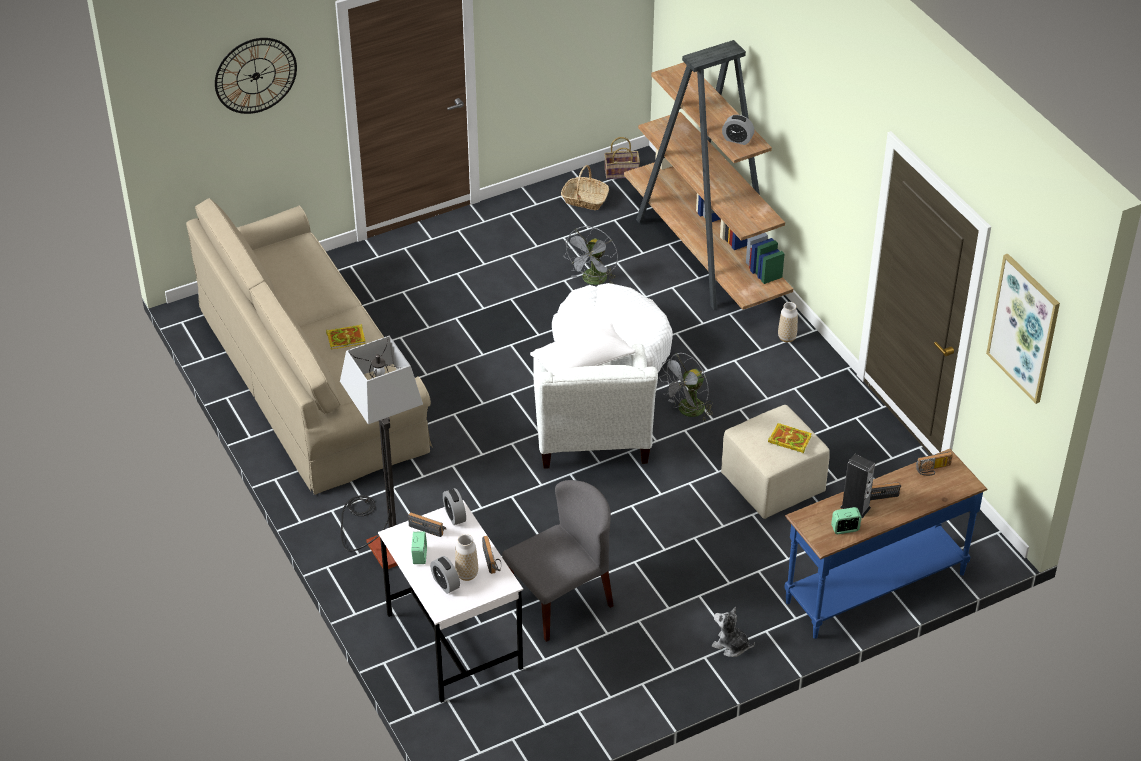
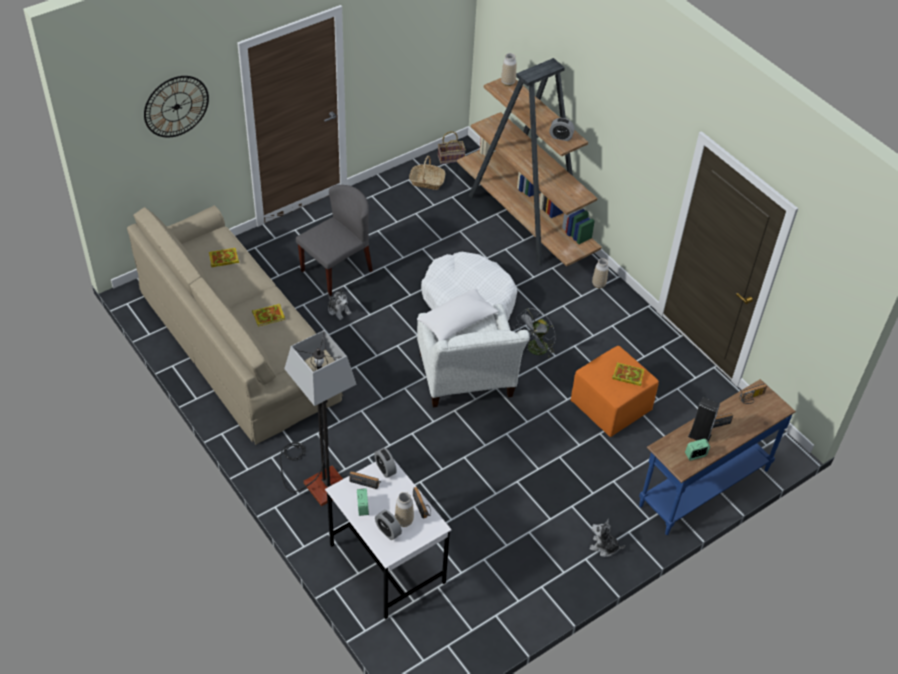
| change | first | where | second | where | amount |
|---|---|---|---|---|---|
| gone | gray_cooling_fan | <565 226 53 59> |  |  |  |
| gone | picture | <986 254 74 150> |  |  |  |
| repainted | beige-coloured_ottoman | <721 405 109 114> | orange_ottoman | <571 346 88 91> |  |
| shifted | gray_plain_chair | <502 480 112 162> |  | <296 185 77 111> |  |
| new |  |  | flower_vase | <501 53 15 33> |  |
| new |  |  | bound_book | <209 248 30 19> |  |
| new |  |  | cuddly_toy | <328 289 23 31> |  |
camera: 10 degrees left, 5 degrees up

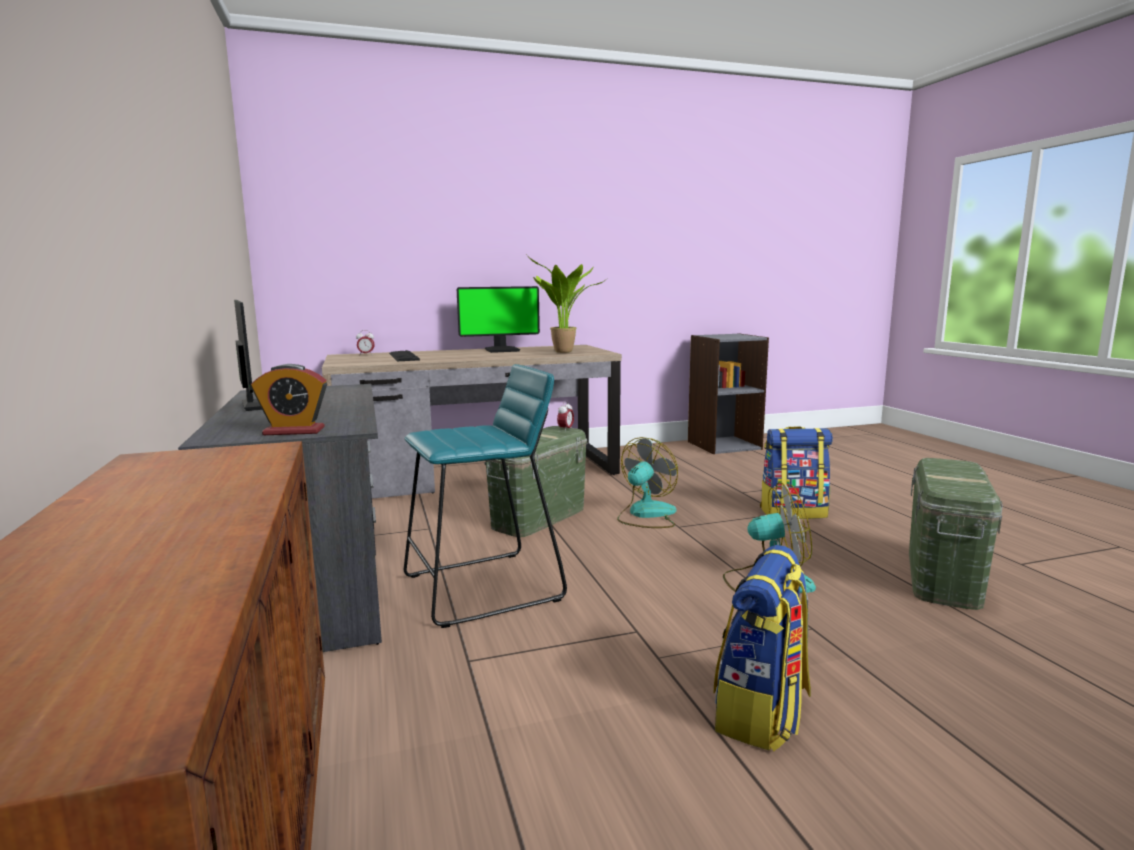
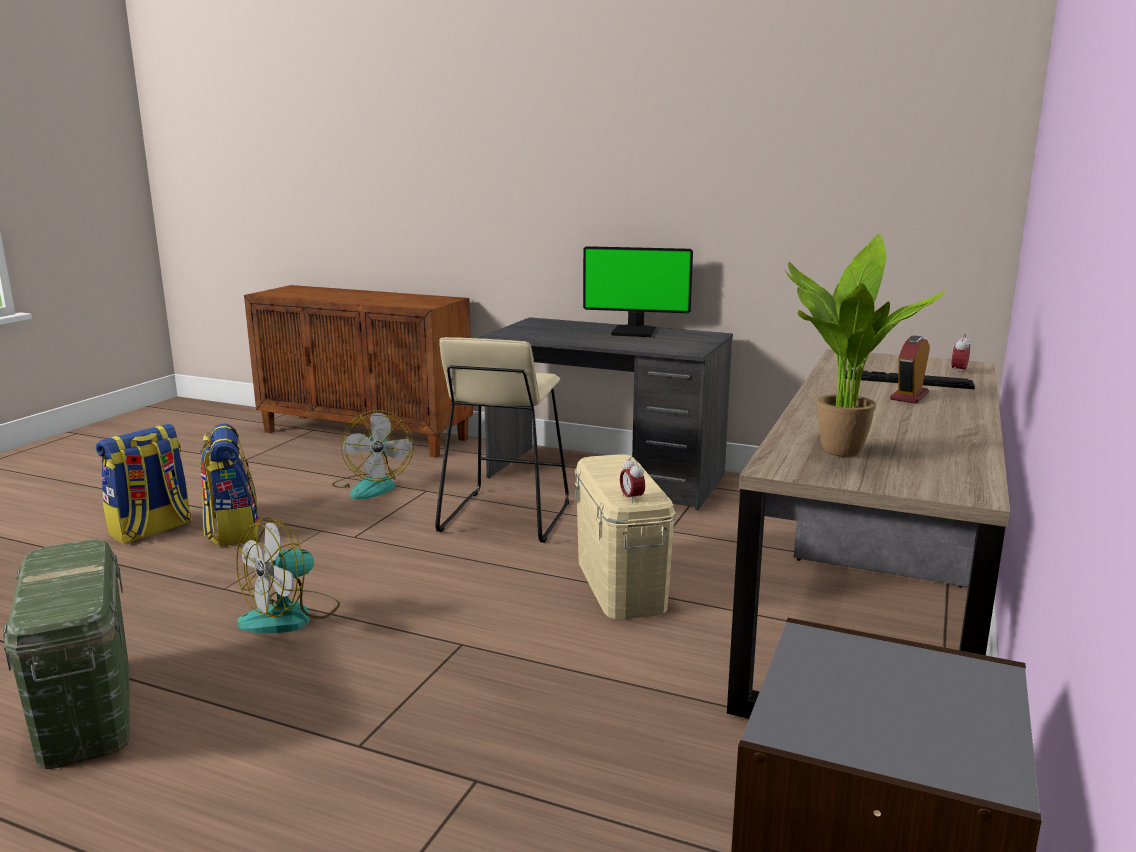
| change | first | where | second | where | amount |
|---|---|---|---|---|---|
| gone | computer_screen | <457 286 83 67> |  |  |  |
| shifted | alarm_clock | <251 364 76 71> |  | <890 335 40 68> |  |
| repainted | turquoise_sitting_stool | <404 364 163 264> | beige-coloured_sitting_stool | <435 337 134 206> |  |
| repainted | green_storage_container | <484 426 103 111> | beige-coloured_storage_container | <575 455 101 164> |  |
| shifted | backpack | <760 426 73 93> |  | <96 424 96 120> |  |
| shifted | cooling_fan | <617 437 61 91> |  | <332 410 82 89> |  |
camera: 130 degrees right, 5 degrees up

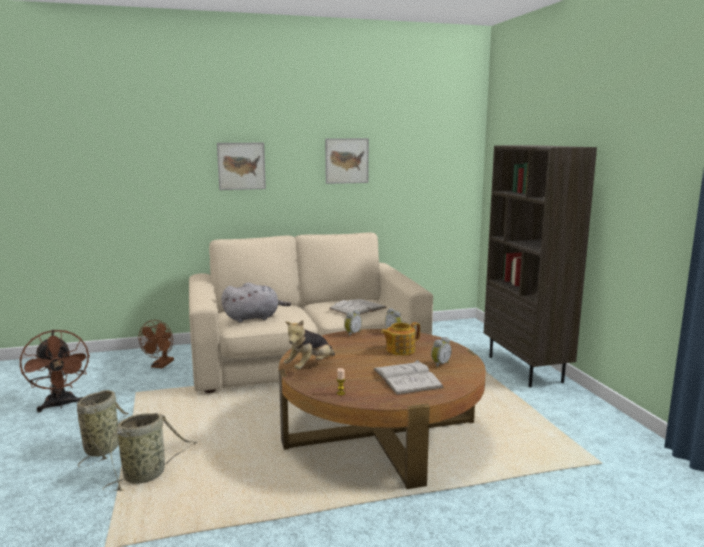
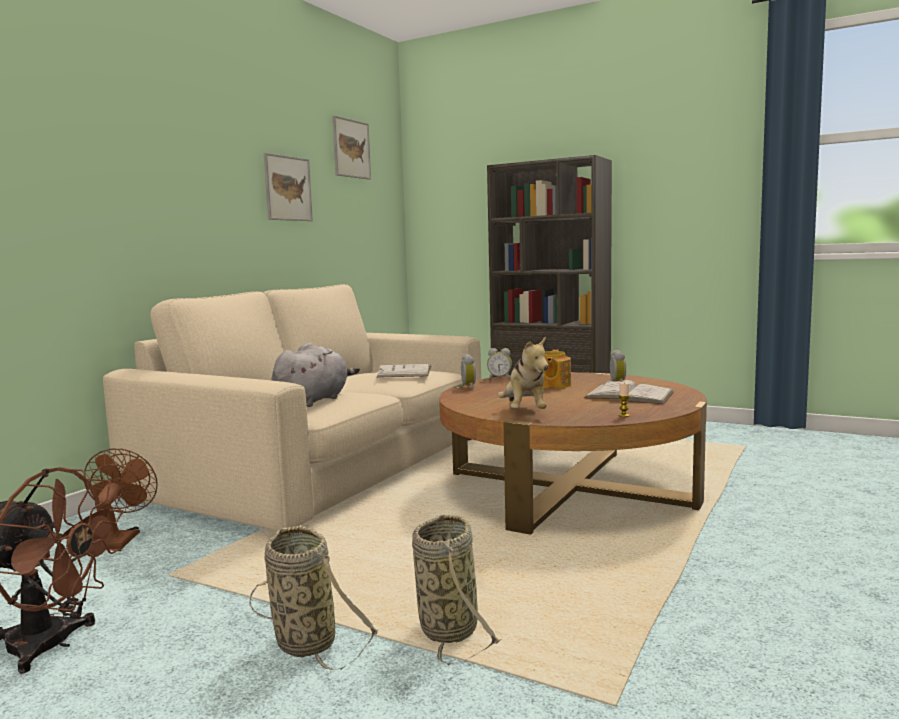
| change | first | where | second | where | amount |
|---|---|---|---|---|---|
| shifted | picture | <217 143 49 47> |  | <332 115 39 65> |  |
| rotated | brown_cooling_fan | <138 320 36 48> |  | <83 448 75 101> | 150 degrees counterclockwise |
camera: 45 degrees left, 5 degrees down

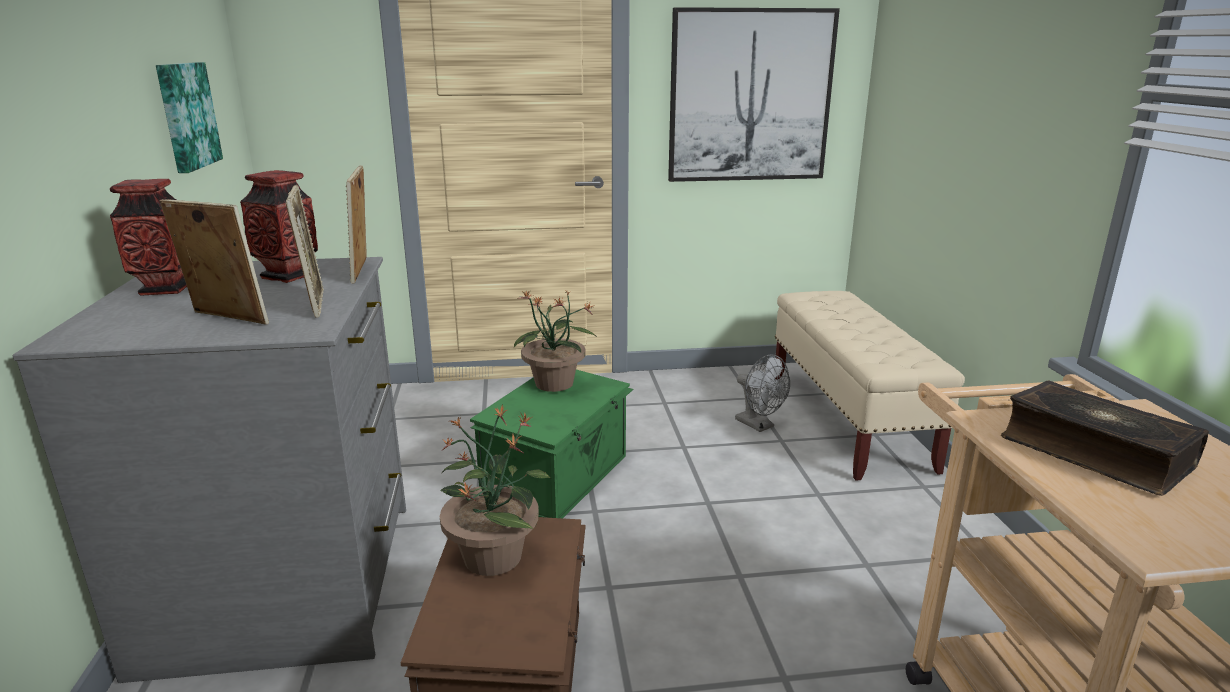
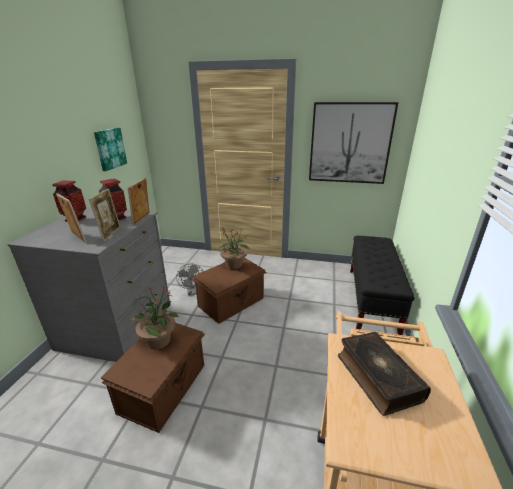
| change | first | where | second | where | amount |
|---|---|---|---|---|---|
| repainted | beige-coloured_indoor_bench | <775 291 190 190> | black_indoor_bench | <350 236 65 99> |  |
| shifted | gray_cooling_fan | <735 354 55 78> |  | <176 264 27 32> |  |
| repainted | green_storage_container | <470 370 164 148> | brown_storage_container | <193 257 74 67> |  |
camera: 20 degrees right, 5 degrees up

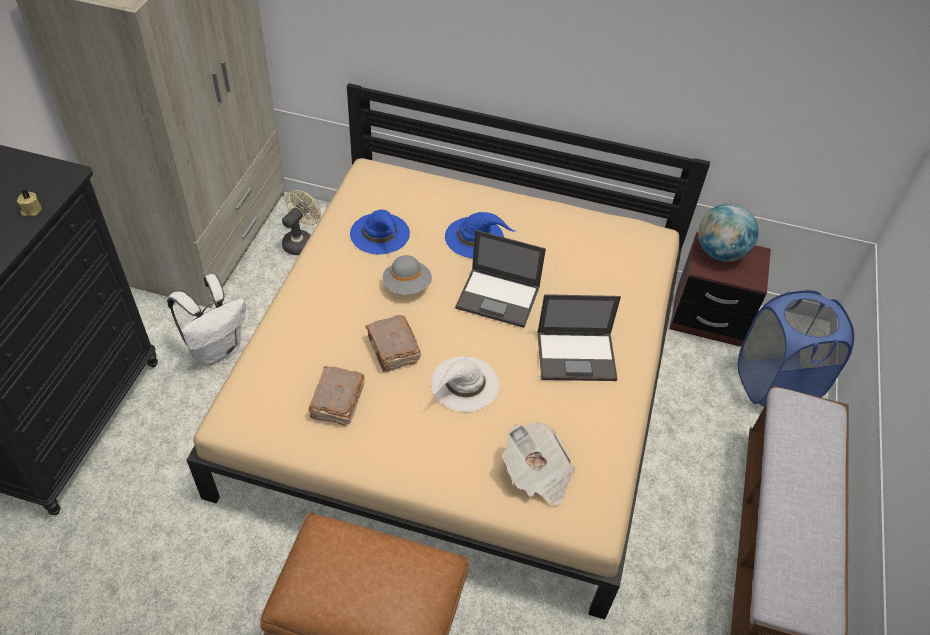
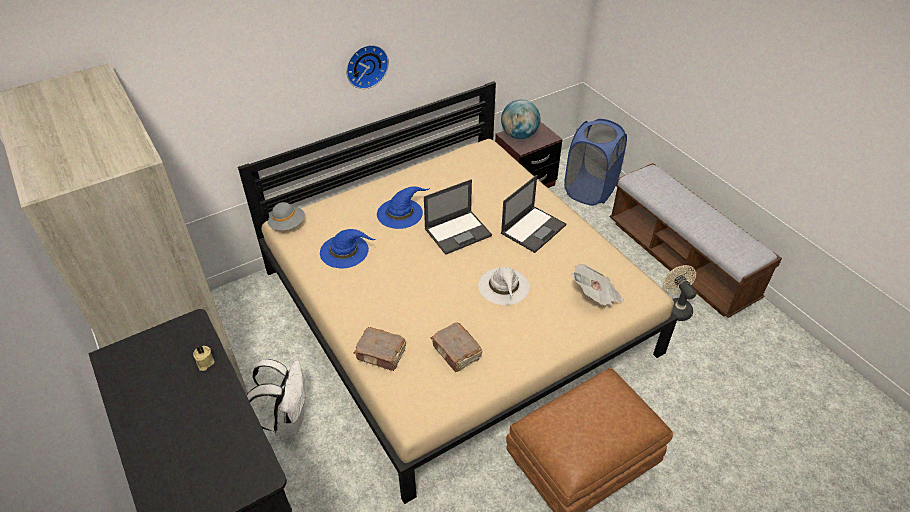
| change | first | where | second | where | amount |
|---|---|---|---|---|---|
| shifted | beige-coloured_cooling_fan | <282 190 39 65> |  | <663 265 34 56> |  |
| shifted | gray_hat | <383 255 49 40> |  | <268 202 37 28> |  |
| shifted | brown_bound_book | <366 315 55 57> |  | <354 327 52 44> |  |
| new |  |  | clock_on_the_wall | <346 45 43 44> |  |
camera: 45 degrees left, 5 degrees down

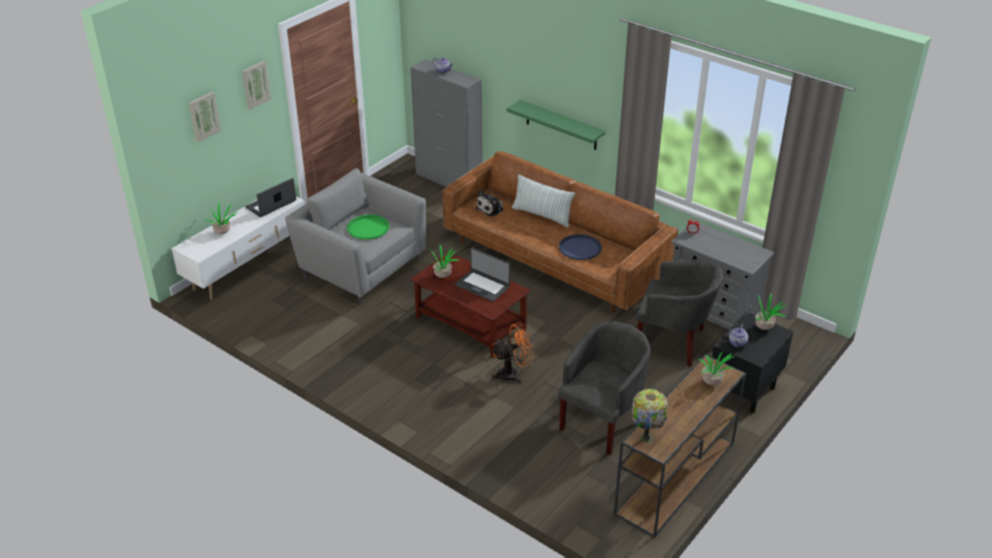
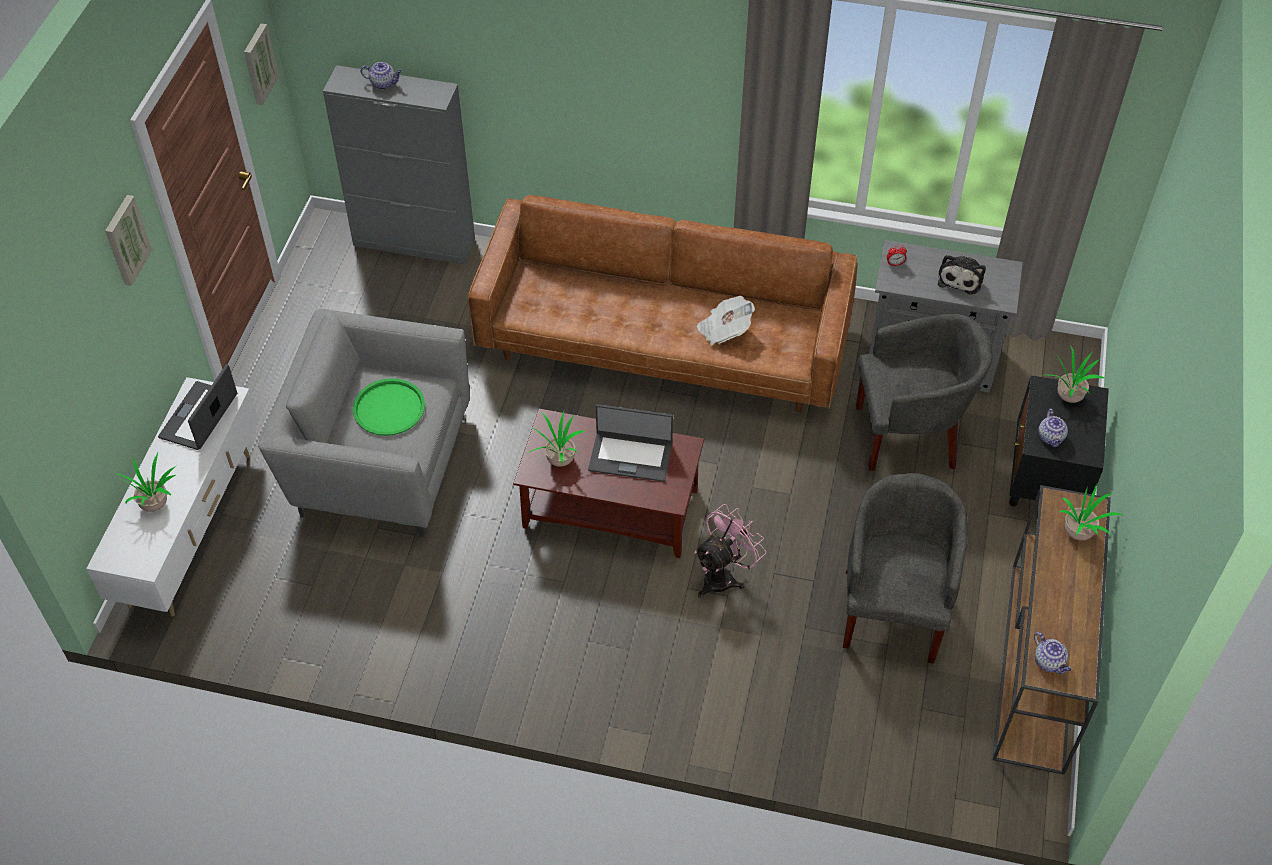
| change | first | where | second | where | amount |
|---|---|---|---|---|---|
| shifted | picture | <189 92 32 50> |  | <244 24 35 81> |  |
| gone | green_wall_shelf | <507 100 98 50> |  |  |  |
| gone | pillow | <512 175 63 53> |  |  |  |
| shifted | cuddly_toy | <476 190 27 26> |  | <938 255 48 40> |  |
| swapped | blue-coloured_carrying_tray | <559 234 43 26> | daily_paper | <697 296 58 49> |  |
| repainted | orange_cooling_fan | <491 323 43 60> | pink_cooling_fan | <694 504 72 94> |  |
| swapped | tabletop_lamp | <632 389 36 55> | teapot | <1034 632 37 42> |  |
camera: 25 degrees left, 15 degrees up

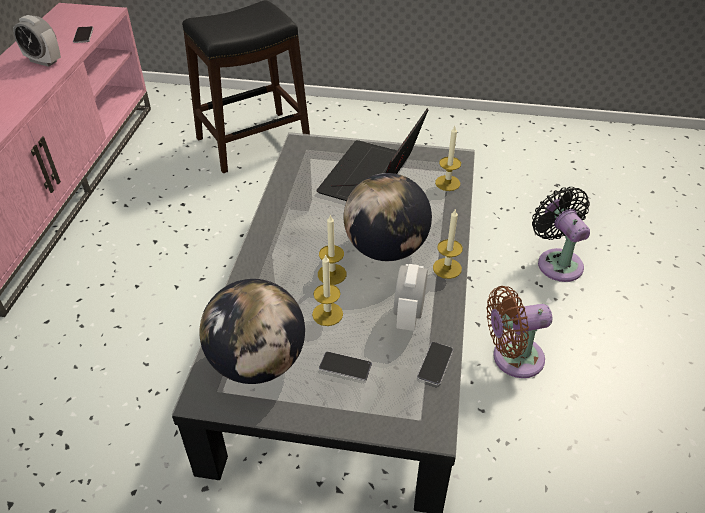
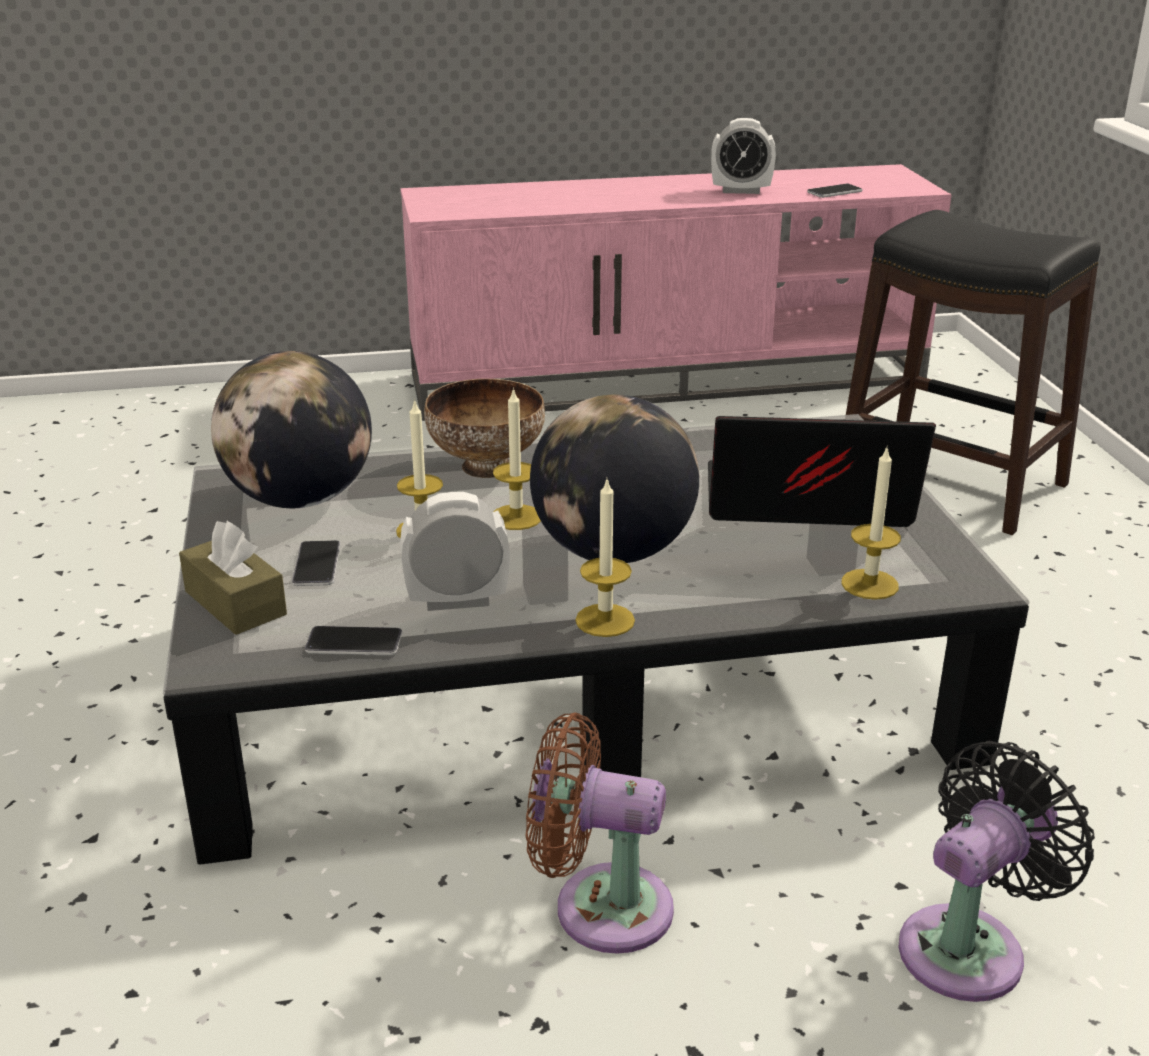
| change | first | where | second | where | amount |
|---|---|---|---|---|---|
| rotated | alarm_clock | <13 15 48 52> |  | <711 118 65 76> | 90 degrees counterclockwise |
| rotated | brown_cooling_fan | <487 286 65 92> |  | <526 712 148 242> | 45 degrees counterclockwise |
| new |  |  | deep_dish | <424 379 121 99> |  |
| new |  |  | brown_tissue_box | <179 521 108 114> |  |
camera: 70 degrees right, 15 degrees down

